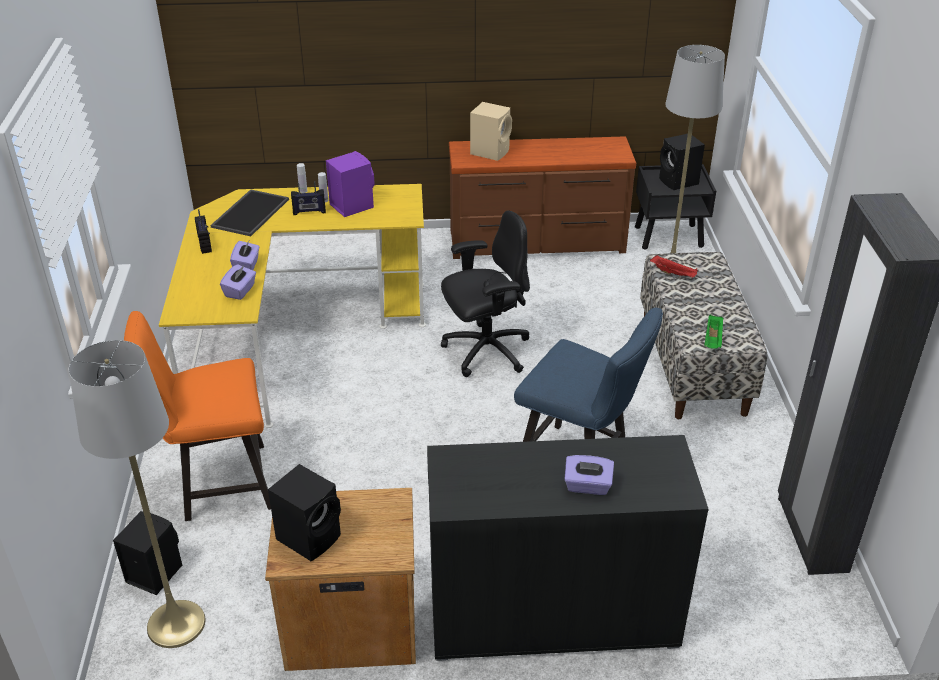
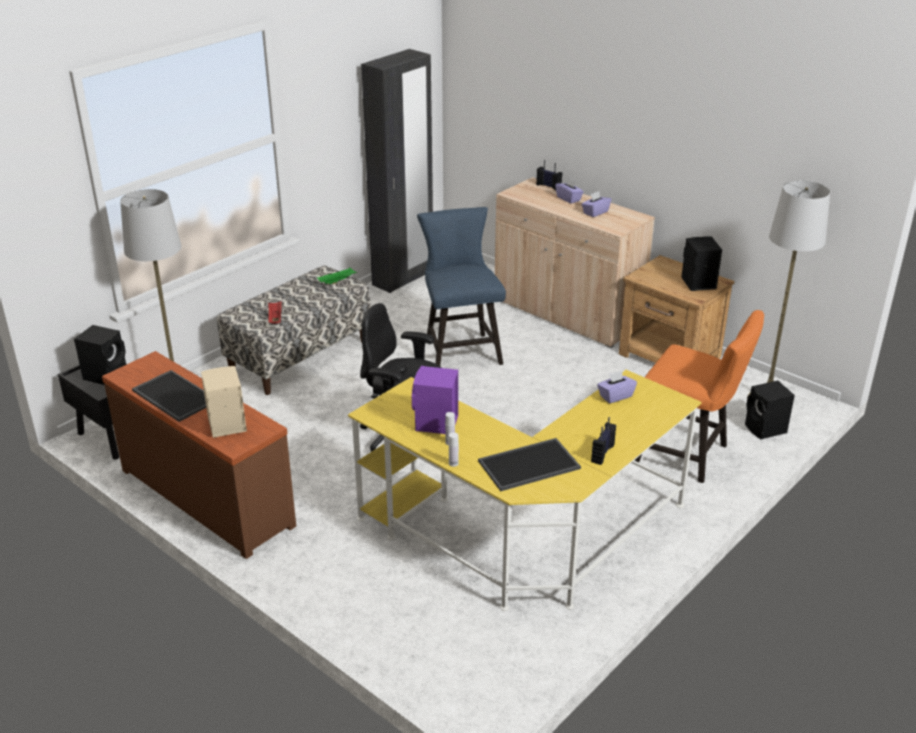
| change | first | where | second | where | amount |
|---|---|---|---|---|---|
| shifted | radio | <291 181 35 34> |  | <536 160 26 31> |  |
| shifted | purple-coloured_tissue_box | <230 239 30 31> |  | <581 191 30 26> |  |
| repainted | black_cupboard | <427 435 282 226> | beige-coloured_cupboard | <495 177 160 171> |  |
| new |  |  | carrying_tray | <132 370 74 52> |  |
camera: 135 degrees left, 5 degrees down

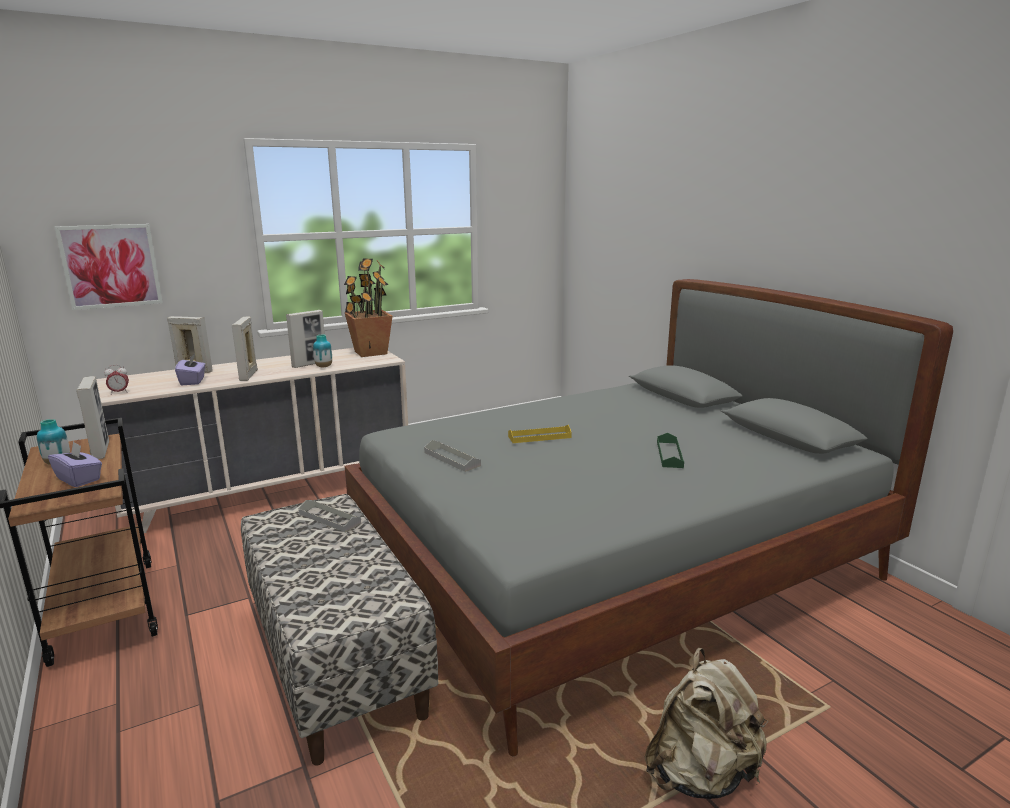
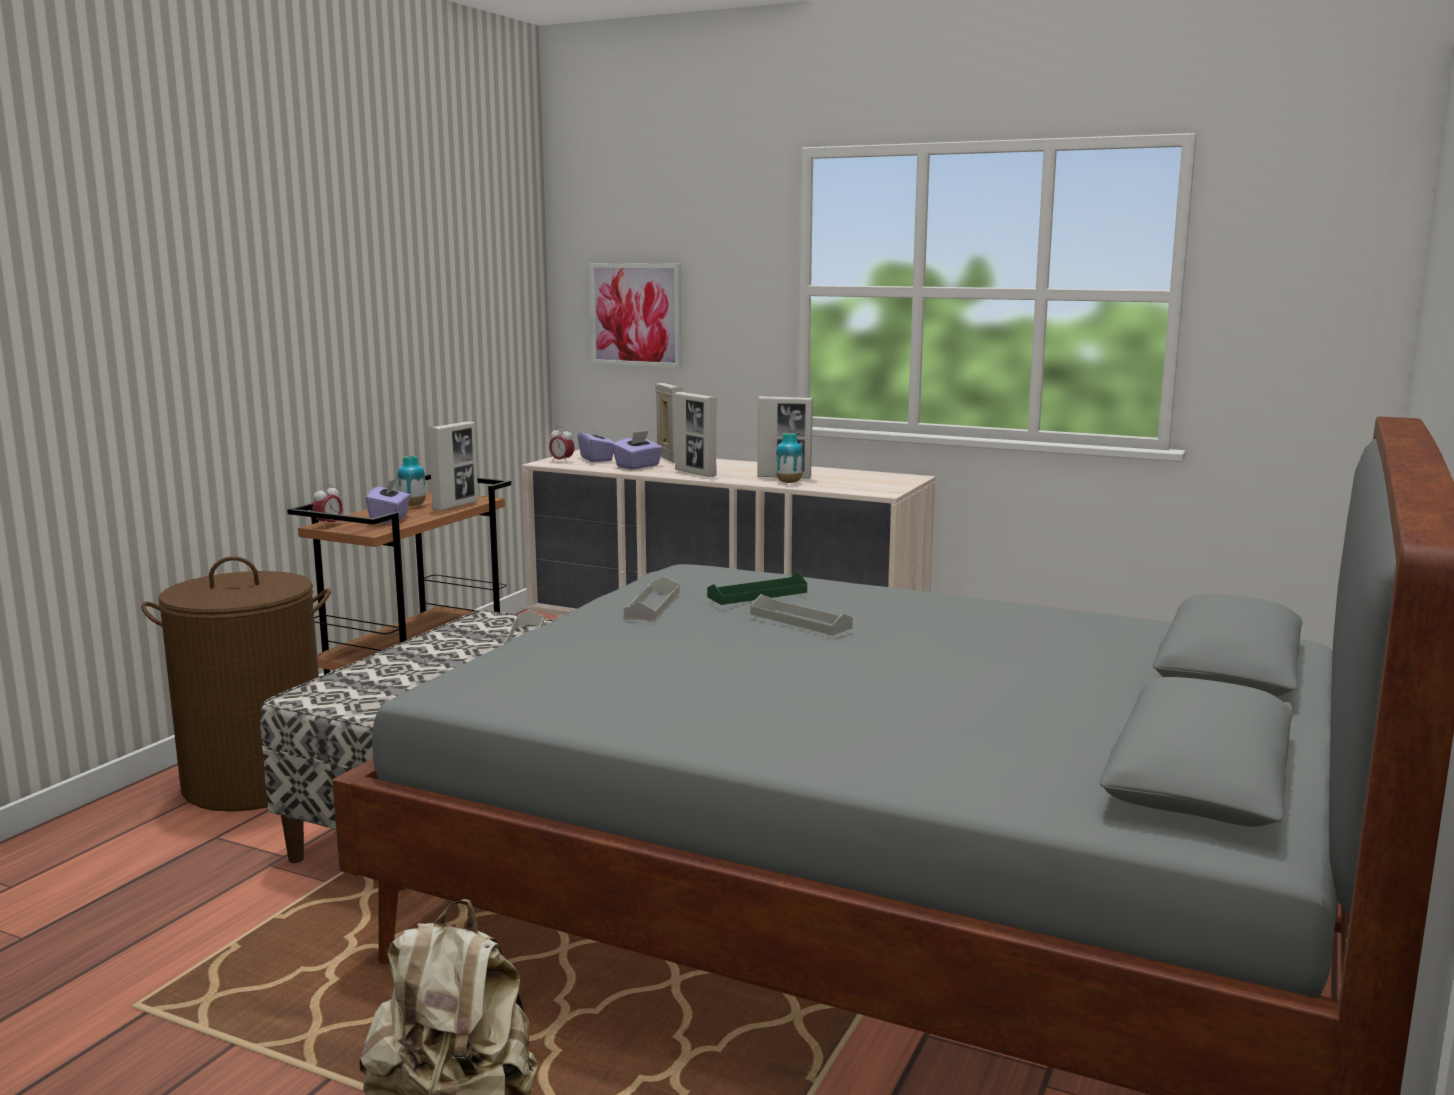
| change | first | where | second | where | amount |
|---|---|---|---|---|---|
| gone | houseplant | <344 258 49 99> |  |  |  |
| rotated | picture_frame | <232 317 26 64> |  | <674 392 43 85> | 90 degrees counterclockwise |
| repainted | yellowish_carrying_tray | <508 425 64 18> | gray_carrying_tray | <751 594 102 42> |  |
| shifted | green_carrying_tray | <657 433 27 35> |  | <707 573 100 32> |  |
| new |  |  | purple-coloured_tissue_box | <578 424 37 38> |  |
| new |  |  | alarm_clock | <312 484 31 44> |  |
| new |  |  | brown_washing_basket | <141 556 190 256> |  |
camera: 55 degrees right, 5 degrees down

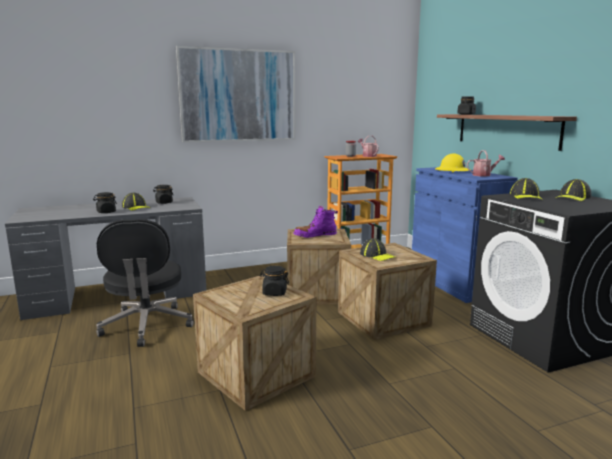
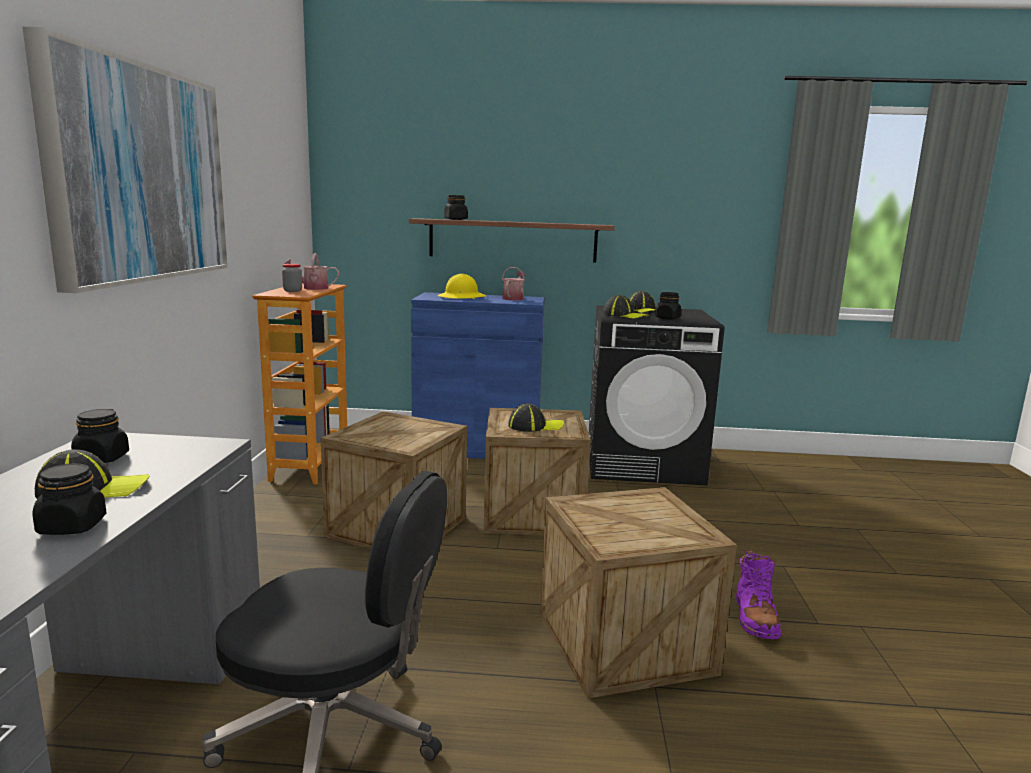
| change | first | where | second | where | amount |
|---|---|---|---|---|---|
| shifted | purple-coloured_tall_boot | <294 206 44 32> |  | <736 550 45 89> |  |
| shifted | black_preserve_jar | <260 266 29 30> |  | <655 292 26 28> |  |
camera: 65 degrees left, 0 degrees up

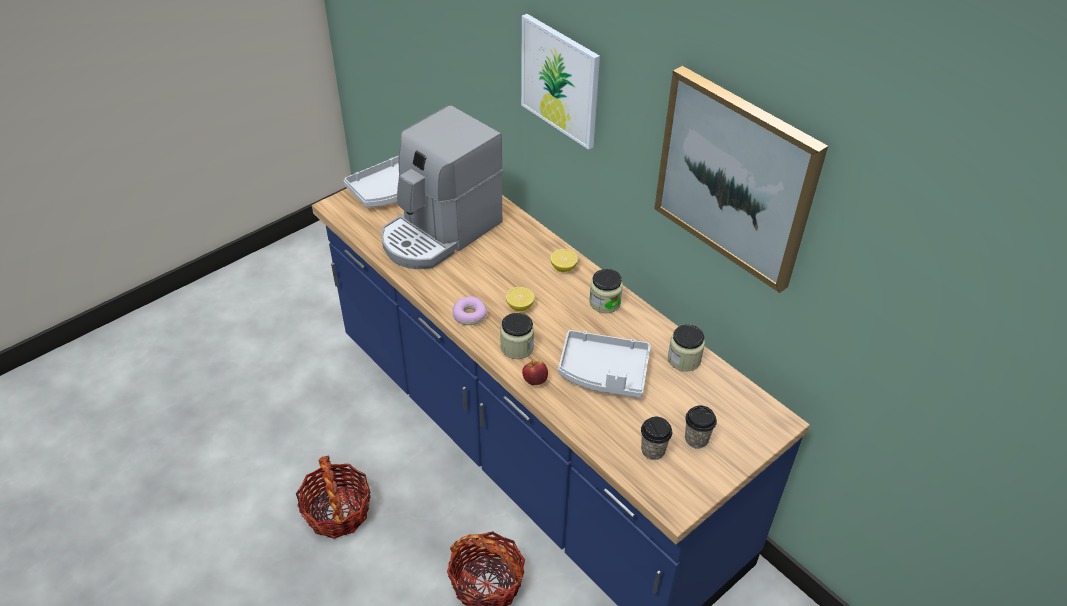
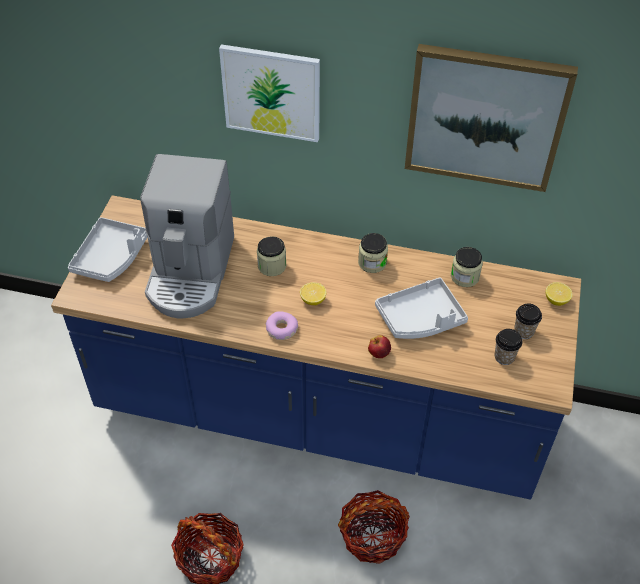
| change | first | where | second | where | amount |
|---|---|---|---|---|---|
| shifted | citrus_fruit | <550 249 28 23> |  | <546 282 27 24> |  |
| shifted | preserve_jar | <500 313 34 46> |  | <257 236 29 40> |  |
camera: 35 degrees left, 5 degrees up

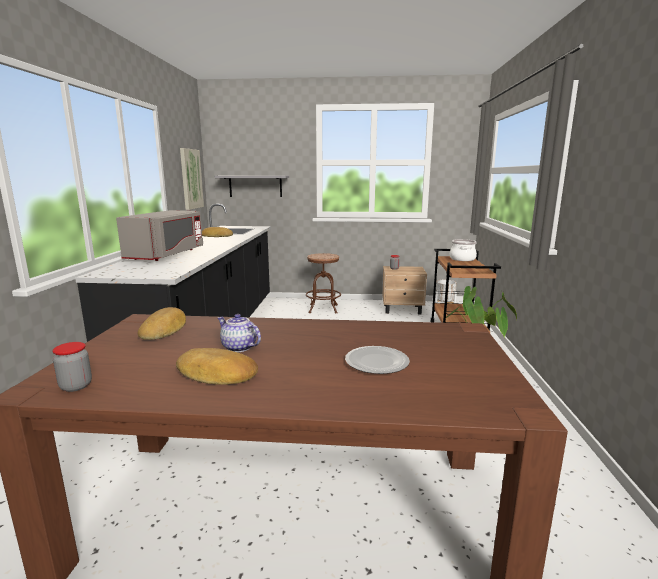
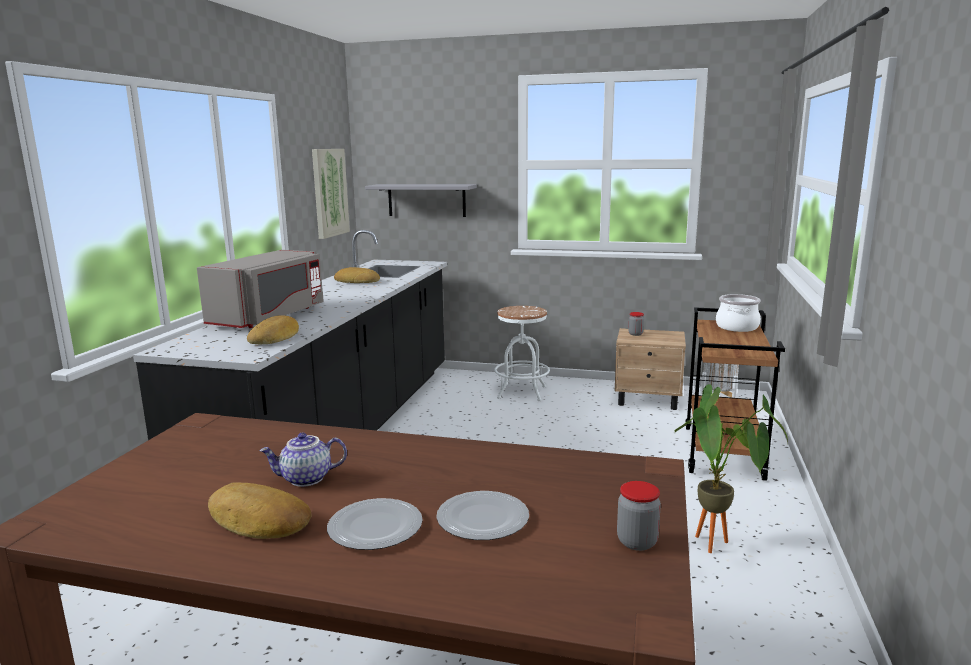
| change | first | where | second | where | amount |
|---|---|---|---|---|---|
| repainted | brown_sitting_stool | <306 253 35 61> | white-coloured_sitting_stool | <494 306 56 95> |  |
| shifted | baked_bread | <137 307 49 33> |  | <247 315 52 29> |  |
| rotated | teapot | <218 314 43 38> |  | <259 433 88 54> | 60 degrees counterclockwise |
| shifted | preserve_jar | <52 342 40 50> |  | <617 481 44 70> |  |
| new |  |  | dinner_plate | <327 498 96 52> |  |
camera: 10 degrees right, 0 degrees up

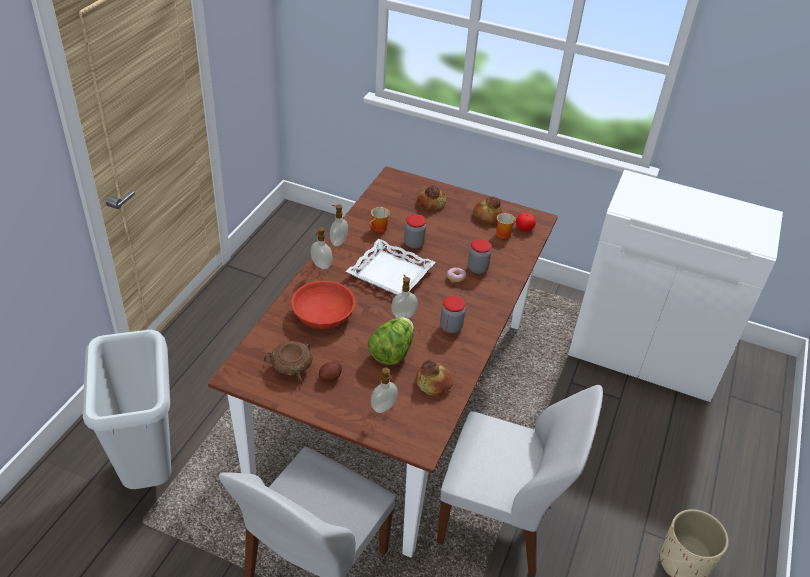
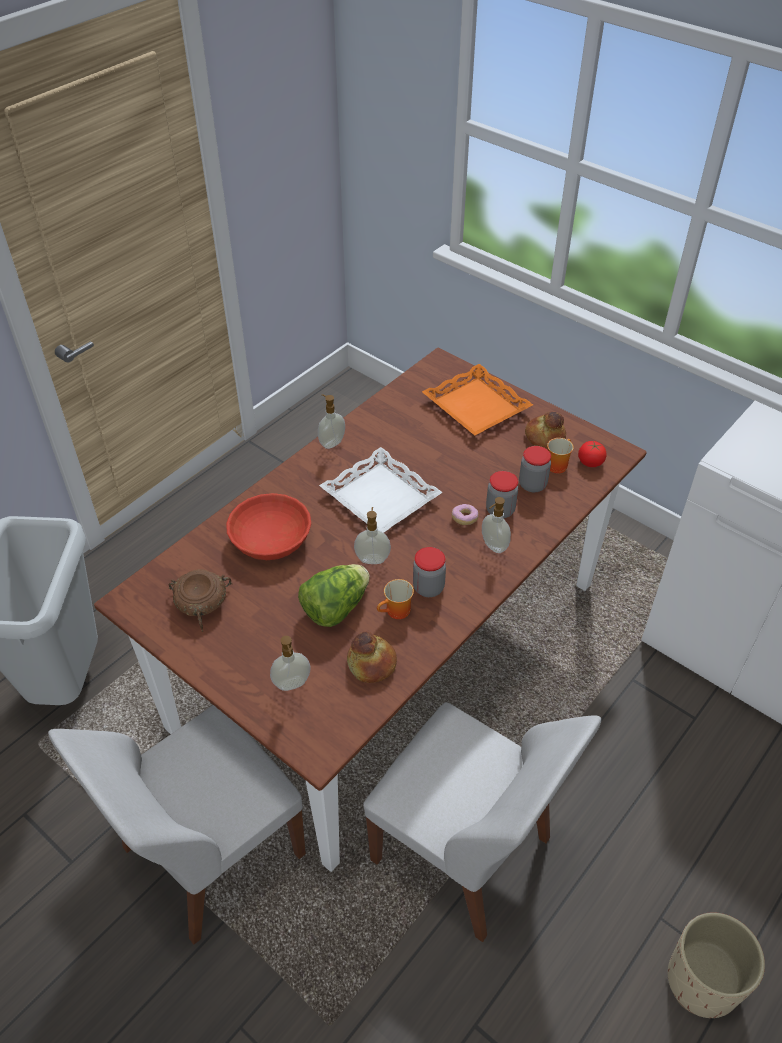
| change | first | where | second | where | amount |
|---|---|---|---|---|---|
| swapped | baked_bread | <417 185 30 25> | orange_carrying_tray | <422 364 111 72> |  |
| shifted | tea_mug | <369 207 21 26> |  | <377 579 37 40> |  |
| shifted | preserve_jar | <404 214 22 35> |  | <519 446 32 46> |  |
| shifted | soap_bottle | <311 227 21 42> |  | <482 497 29 56> |  |
| gone | spud | <319 361 23 21> |  |  |  |
camera: 20 degrees right, 5 degrees up

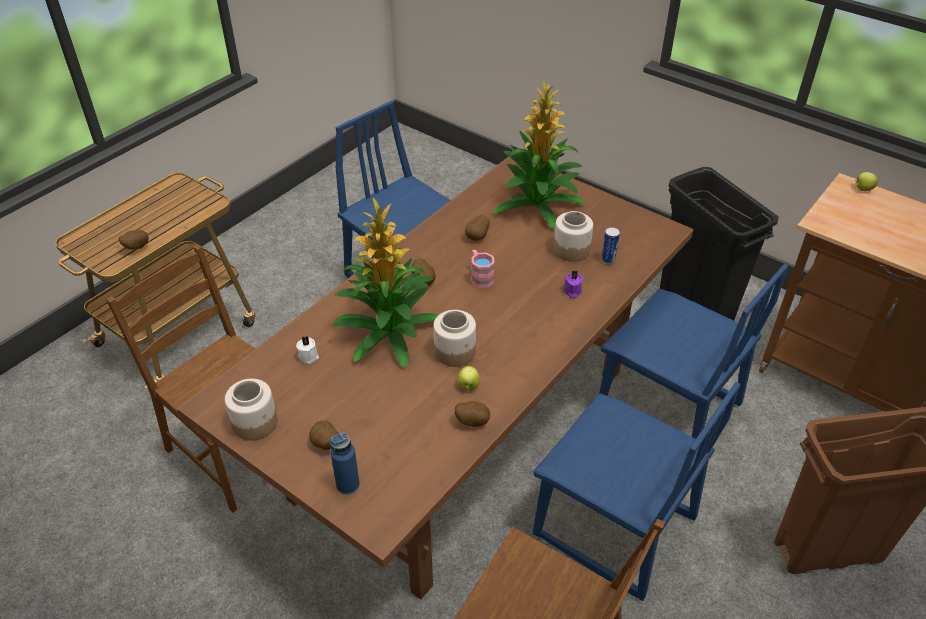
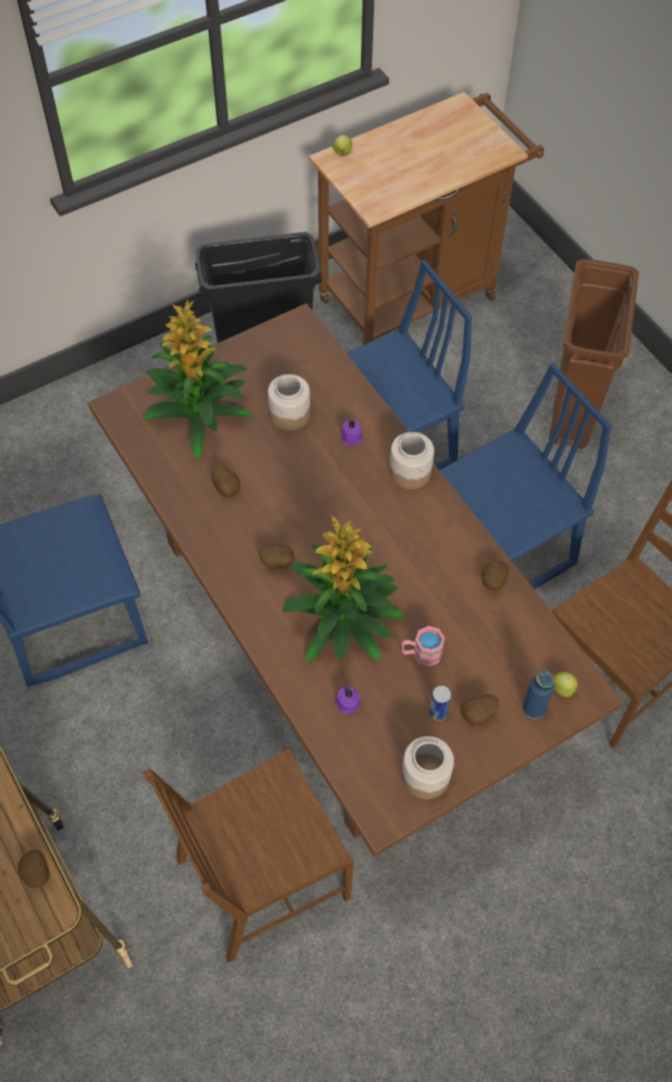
| change | first | where | second | where | amount |
|---|---|---|---|---|---|
| shifted | can | <601 227 19 37> |  | <429 686 22 35> |  |
| shifted | pink_tea_mug | <471 249 24 39> |  | <401 626 44 41> |  |
| shifted | preserve_jar | <433 310 43 57> |  | <389 432 45 57> |  |
| repainted | white-coloured_candle | <296 336 23 28> | purple-coloured_candle | <335 687 25 27> |  |
| shifted | apple_fruit | <458 366 22 24> |  | <554 672 25 25> |  |
camera: 70 degrees left, 15 degrees up

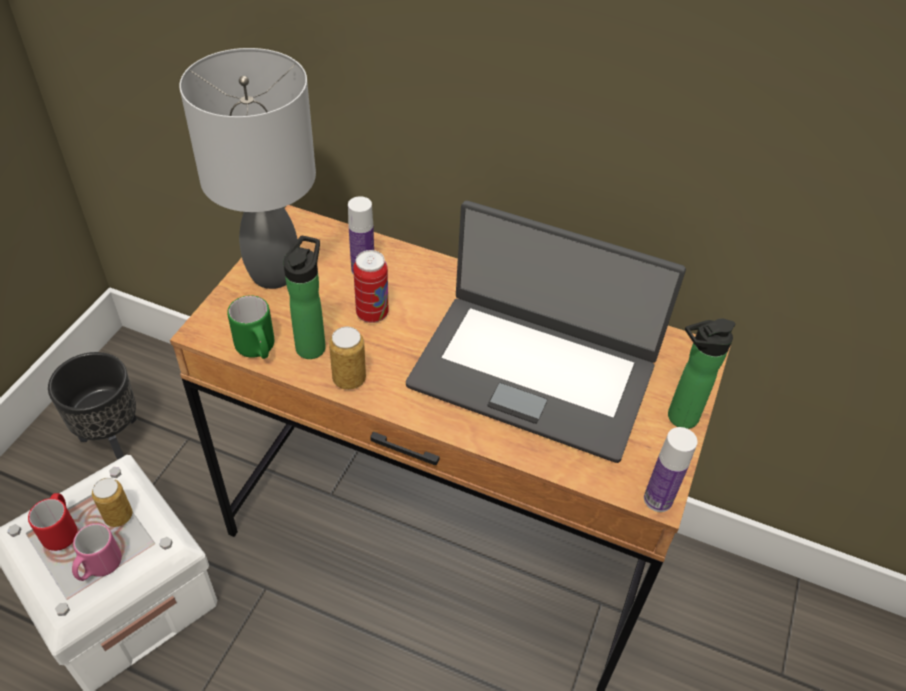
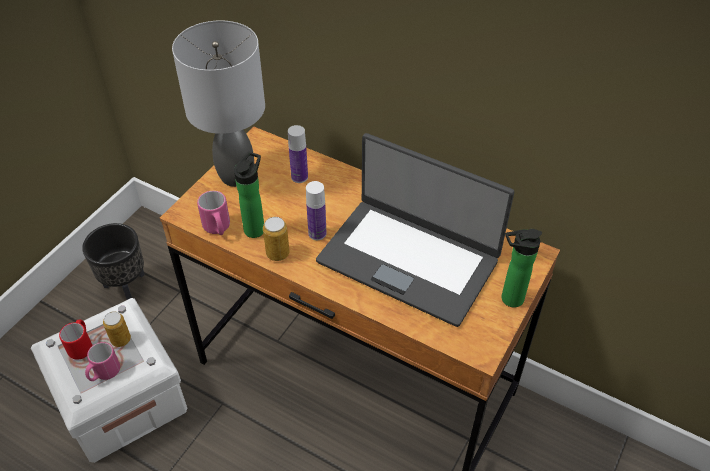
| change | first | where | second | where | amount |
|---|---|---|---|---|---|
| gone | can | <353 250 35 73> |  |  |  |
| repainted | green_tea_mug | <227 295 47 64> | pink_tea_mug | <197 191 33 44> |  |
| shifted | drink_bottle | <644 427 54 85> |  | <306 181 21 59> |  |
camera: 10 degrees right, 0 degrees up

